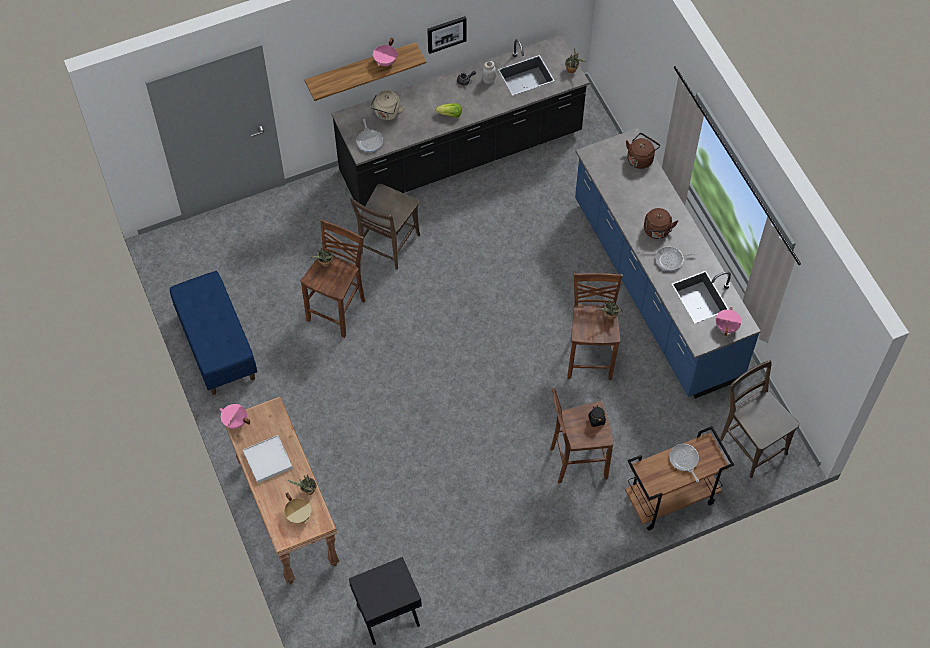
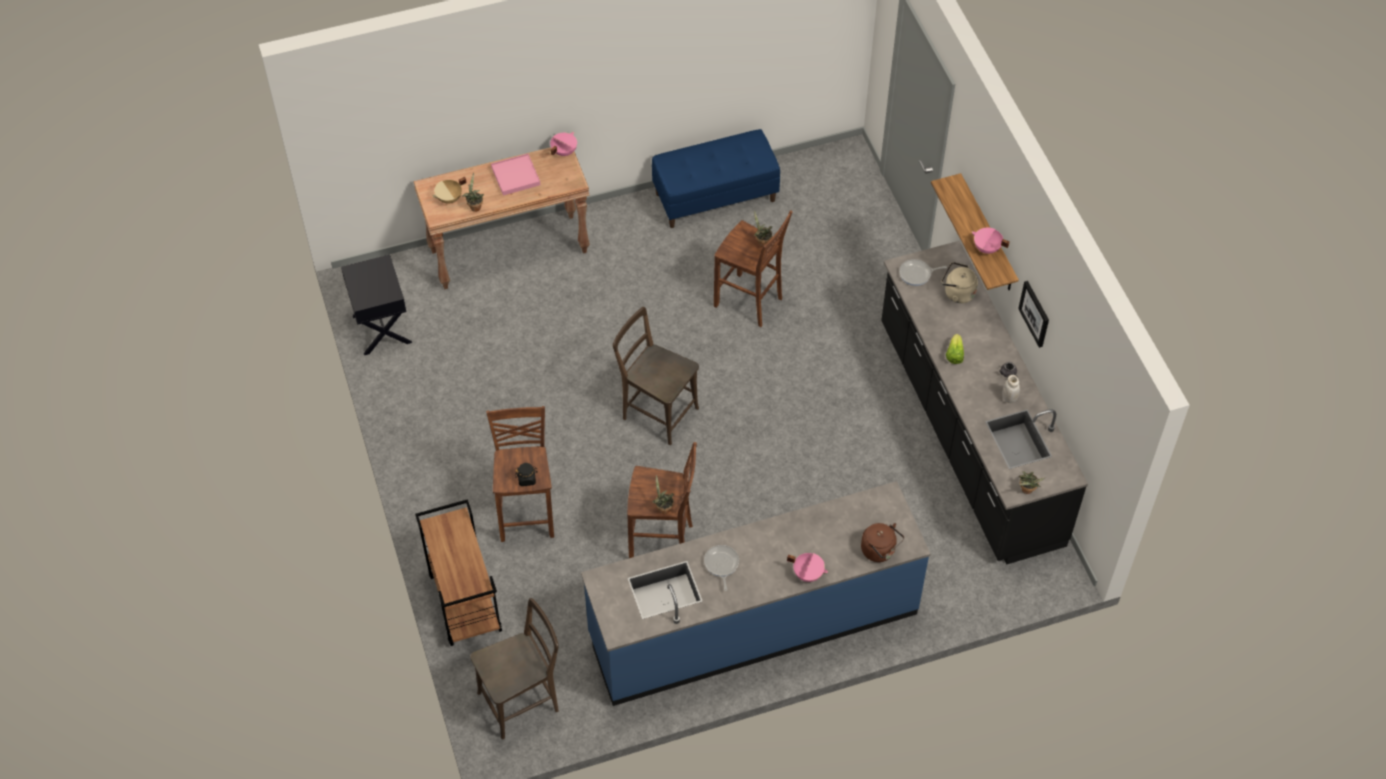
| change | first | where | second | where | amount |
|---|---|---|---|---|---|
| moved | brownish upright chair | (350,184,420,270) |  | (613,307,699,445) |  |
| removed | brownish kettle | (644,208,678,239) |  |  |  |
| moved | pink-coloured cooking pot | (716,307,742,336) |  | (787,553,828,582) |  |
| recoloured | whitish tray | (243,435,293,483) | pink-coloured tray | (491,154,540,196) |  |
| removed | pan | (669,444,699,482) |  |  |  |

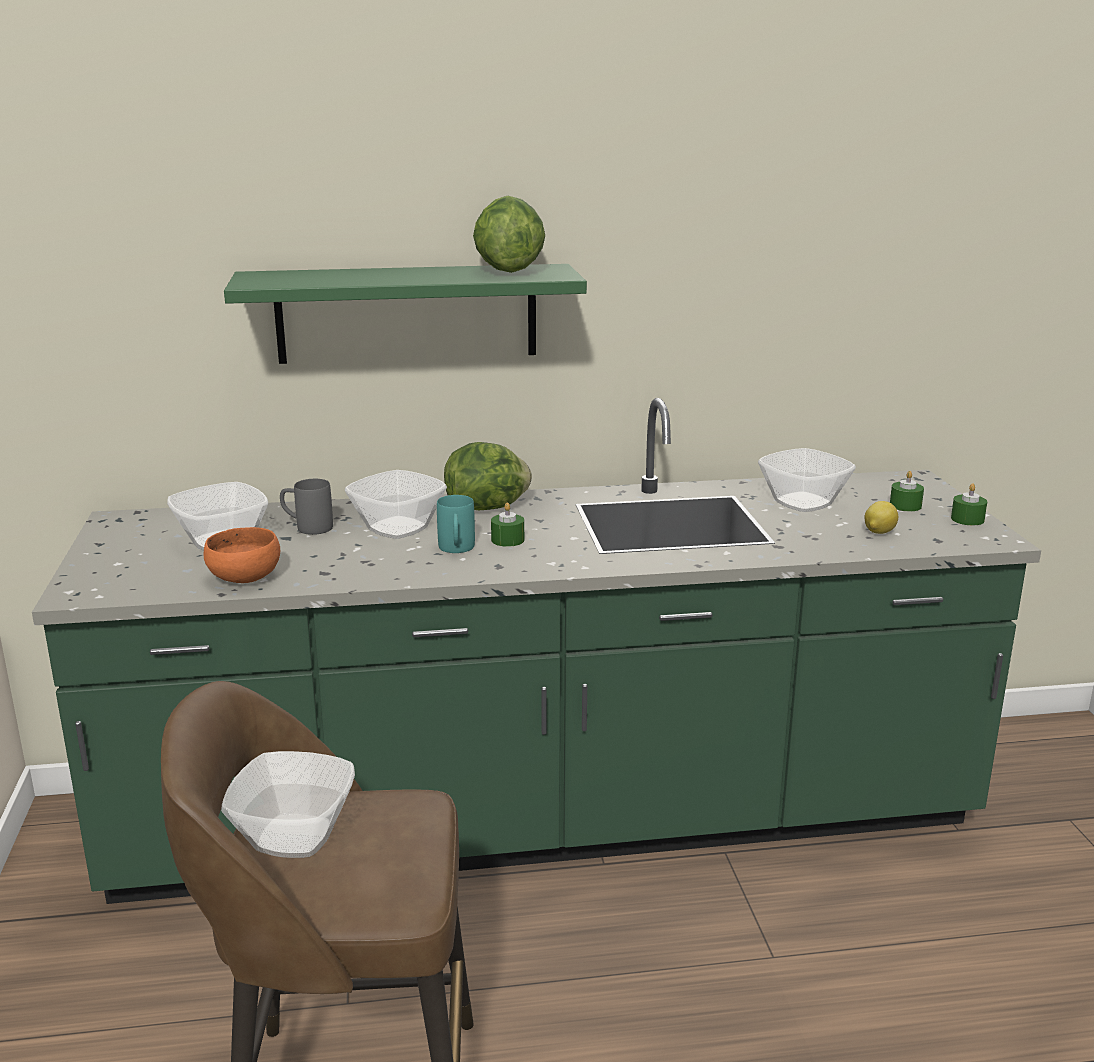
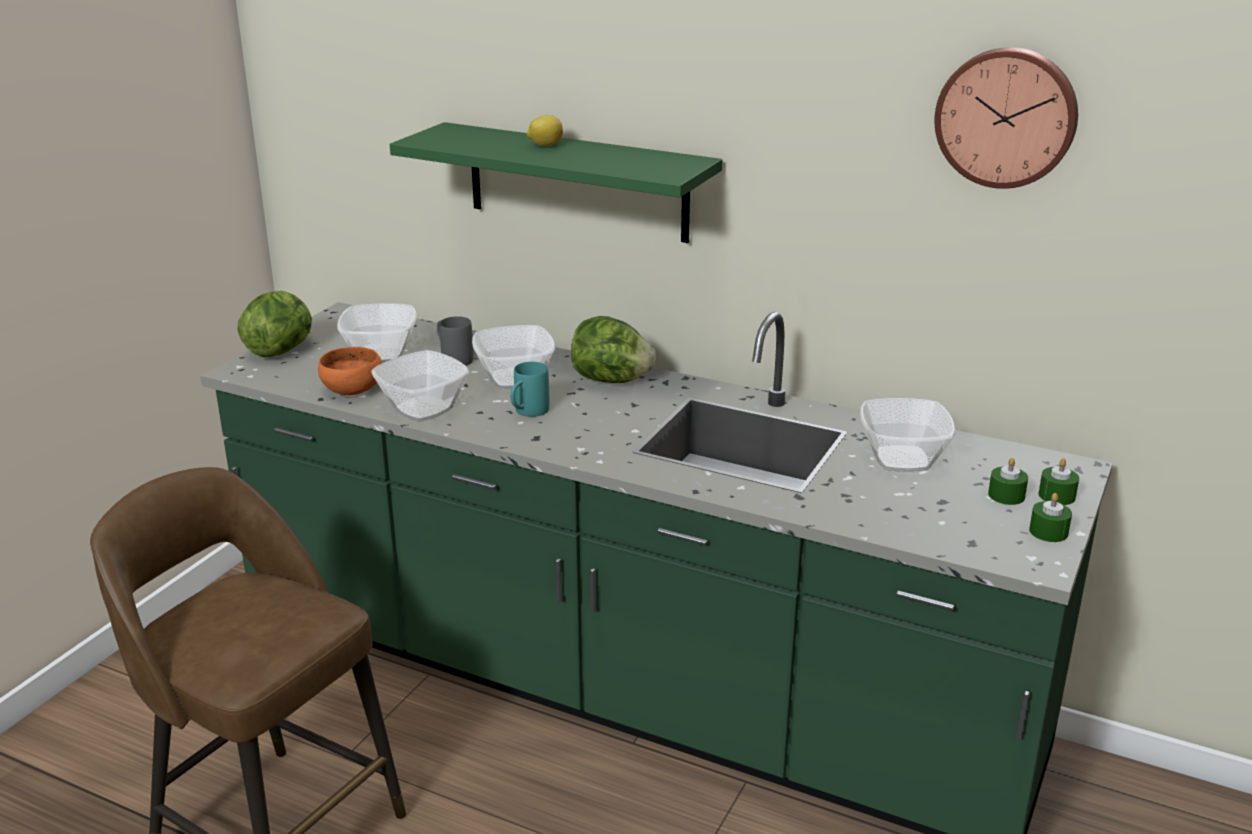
| change | first | where | second | where | amount |
|---|---|---|---|---|---|
| moved | lettuce head | (473,196,545,273) |  | (237,291,312,357) |  |
| moved | citrus fruit | (864,501,898,534) |  | (526,115,563,146) |  |
| moved | green-coloured wax light | (491,502,524,547) |  | (1038,458,1079,505) |  |
| moved | serving bowl | (221,751,355,858) |  | (371,350,469,421) |  |
| added |  |  | hanging clock | (935,47,1078,189) |  |

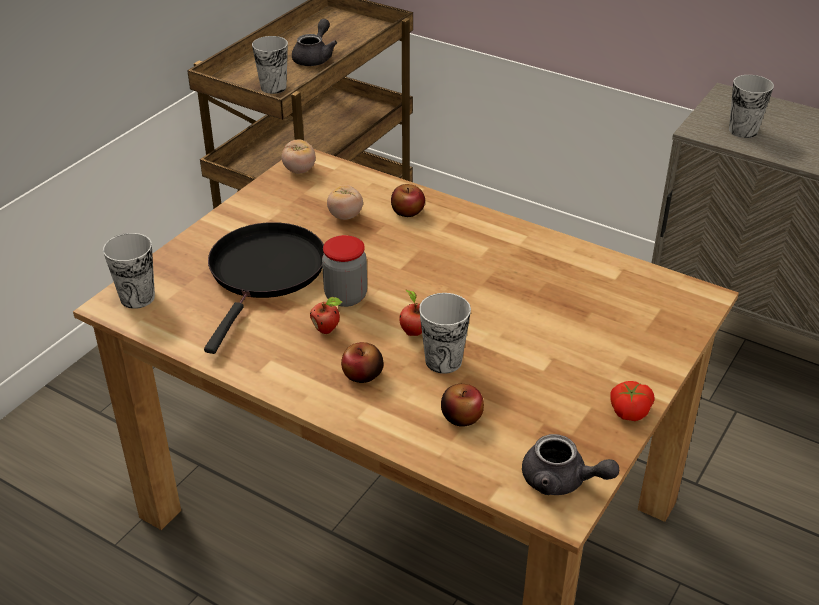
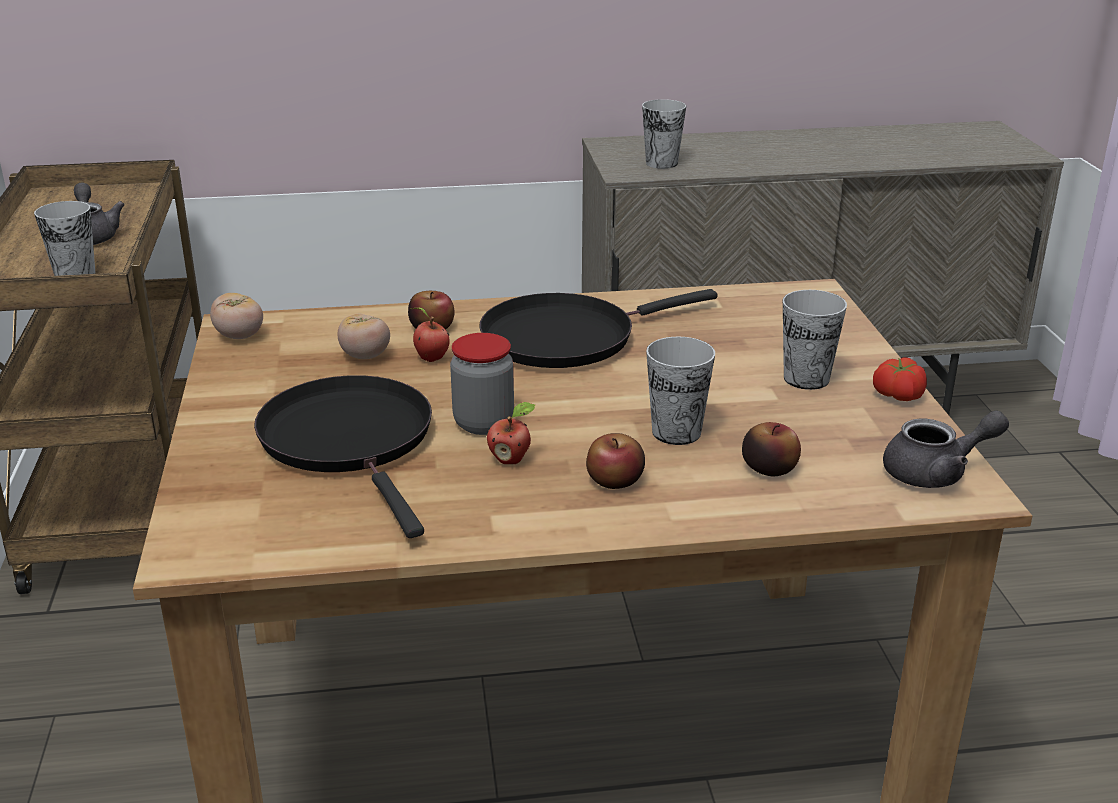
| change | first | where | second | where | amount |
|---|---|---|---|---|---|
| moved | small cup | (103,233,155,309) |  | (783,290,847,390) |  |
| moved | apple fruit | (399,290,422,336) |  | (409,308,450,362) |  |
| added |  |  | black-coloured pan | (479,289,717,368) |  |

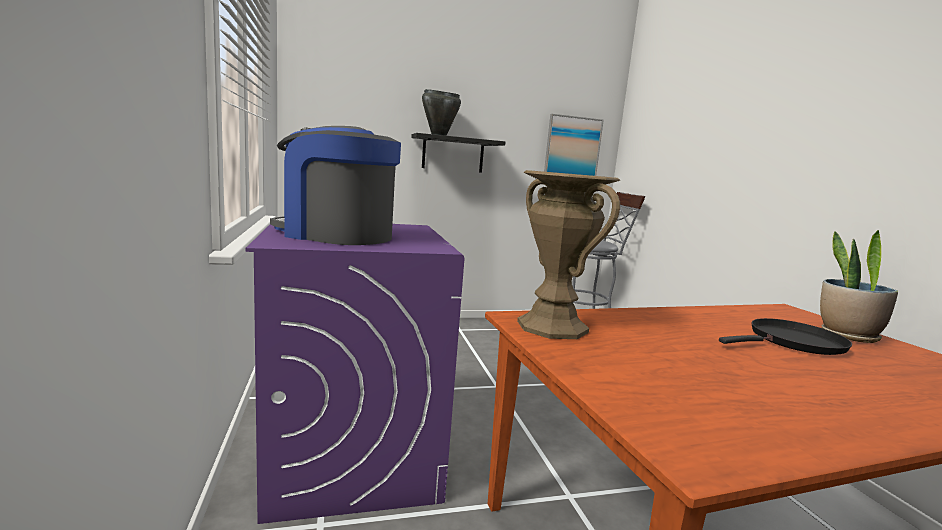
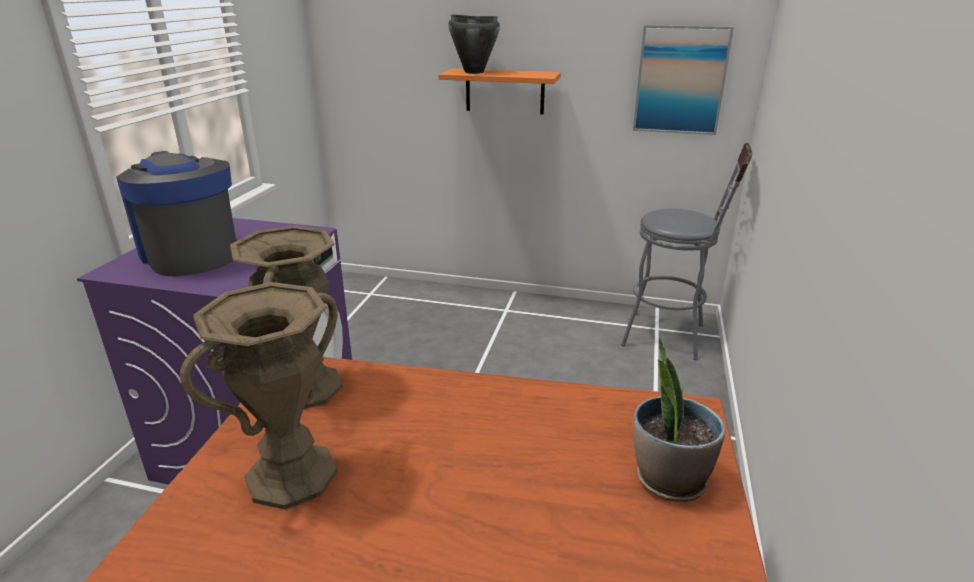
| change | first | where | second | where | amount |
|---|---|---|---|---|---|
| recoloured | black-coloured wall shelf | (411,133,506,173) | orange wall shelf | (438,69,561,115) |  |
| removed | black-coloured pan | (719,318,852,355) |  |  |  |
| added |  |  | brownish decorative vase | (180,282,338,510) |  |

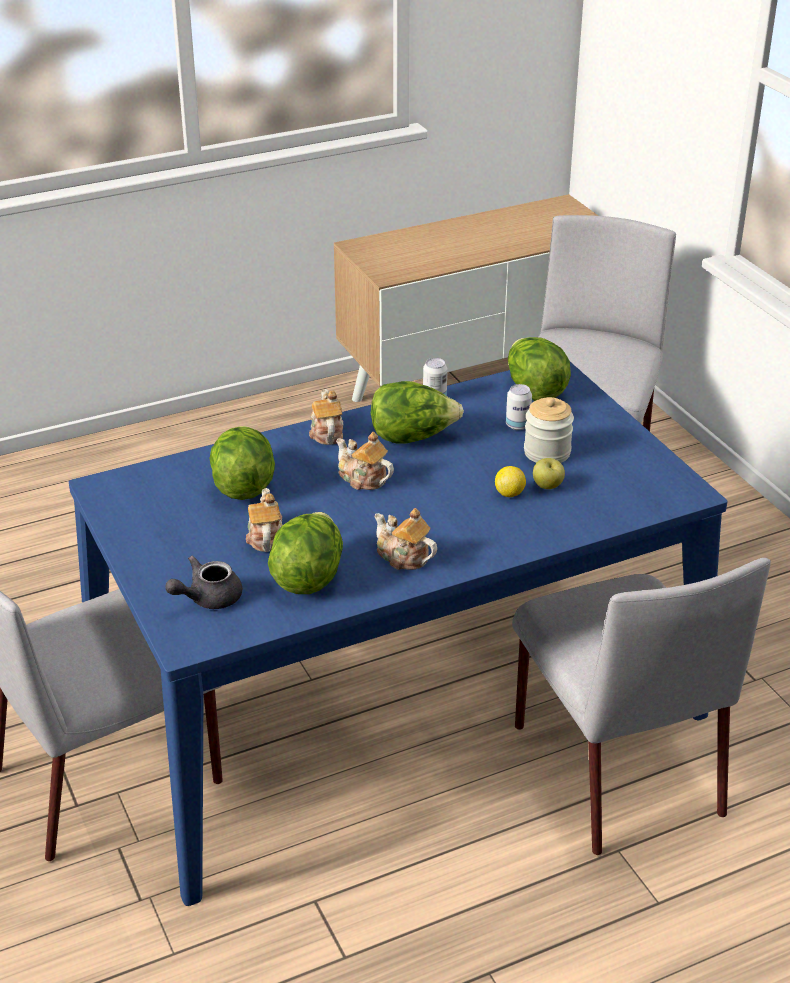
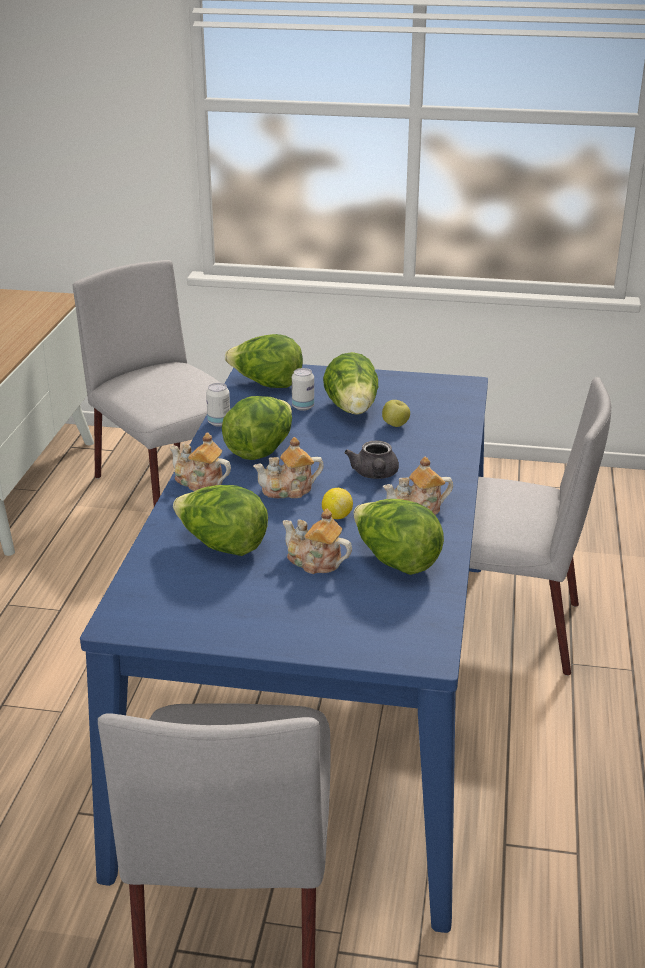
| change | first | where | second | where | amount |
|---|---|---|---|---|---|
| replaced | storage jar | (524,397,574,463) | lettuce head | (323,352,378,415) |  |
| moved | citrus fruit | (495,466,526,497) |  | (322,488,353,519) |  |
| moved | grey pot for tea | (165,556,242,609) |  | (344,440,399,479) |  |

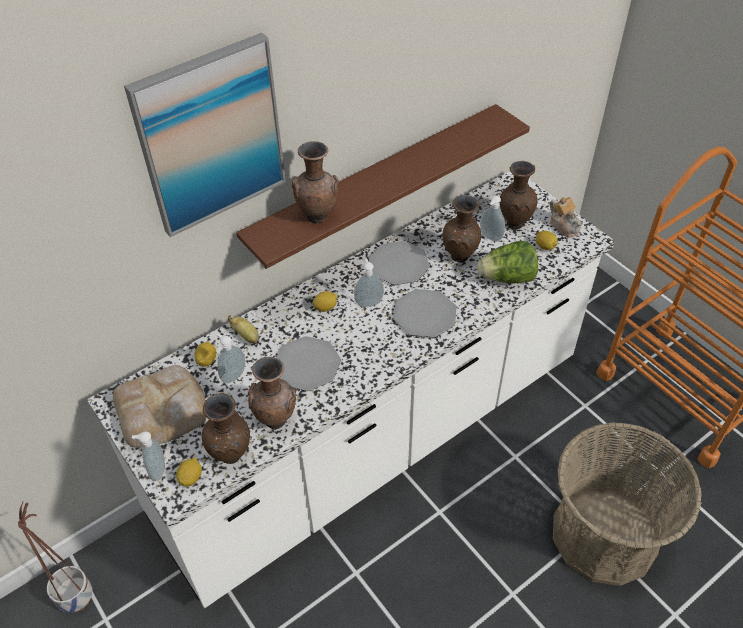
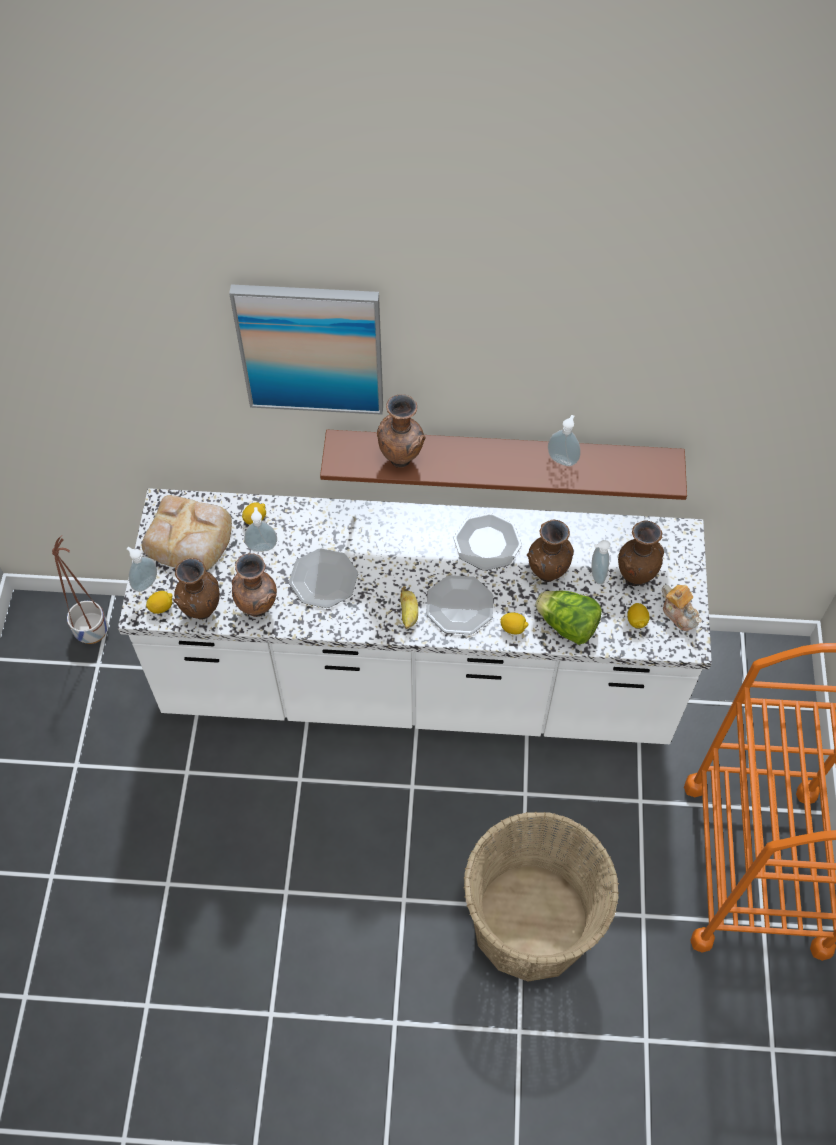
| change | first | where | second | where | amount |
|---|---|---|---|---|---|
| turned | pot for tea | (549,197,583,238) |  | (662,585,702,631) | 45 degrees counterclockwise |
| moved | soap dispenser | (354,259,384,307) |  | (548,415,581,466) |  |
| moved | citrus fruit | (313,291,337,312) |  | (500,613,528,634) |  |
| moved | banana | (228,315,259,343) |  | (400,586,418,629) |  |

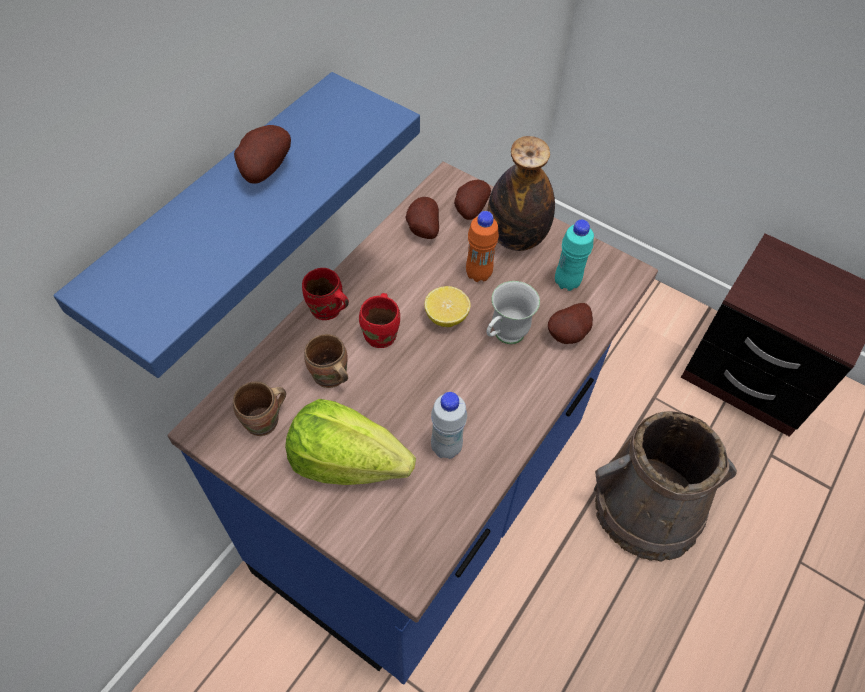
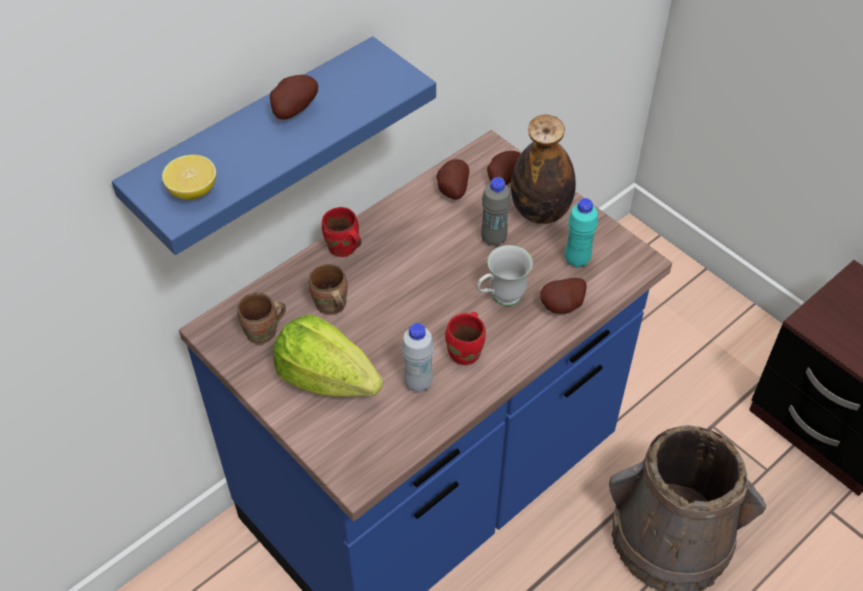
| change | first | where | second | where | amount |
|---|---|---|---|---|---|
| recoloured | orange beverage bottle | (466,211,499,282) | grey beverage bottle | (481,177,511,246) |  |
| moved | citrus fruit | (425,286,471,327) |  | (162,155,216,200) |  |
| moved | red coffee mug | (359,293,400,348) |  | (445,312,486,365) |  |

